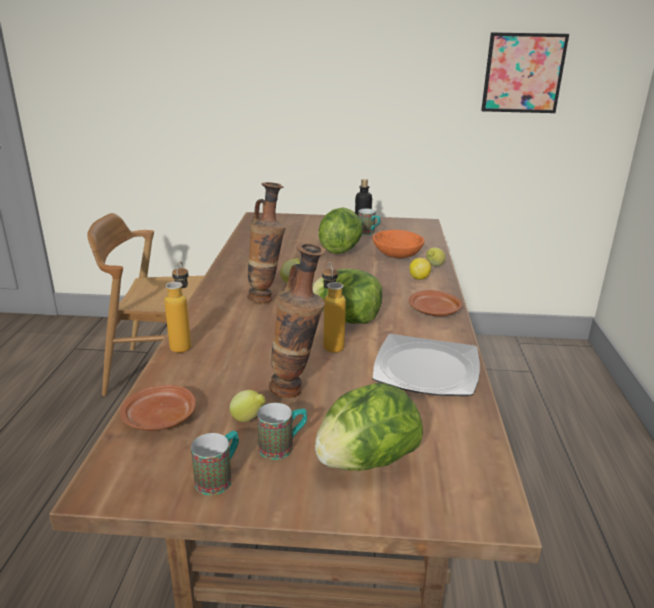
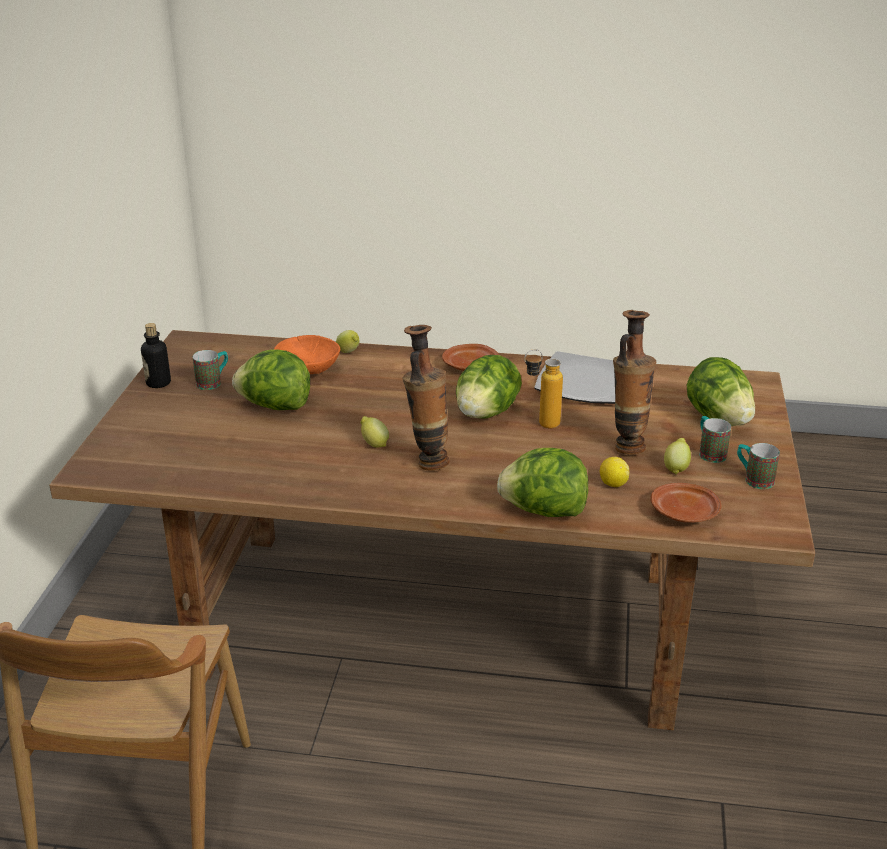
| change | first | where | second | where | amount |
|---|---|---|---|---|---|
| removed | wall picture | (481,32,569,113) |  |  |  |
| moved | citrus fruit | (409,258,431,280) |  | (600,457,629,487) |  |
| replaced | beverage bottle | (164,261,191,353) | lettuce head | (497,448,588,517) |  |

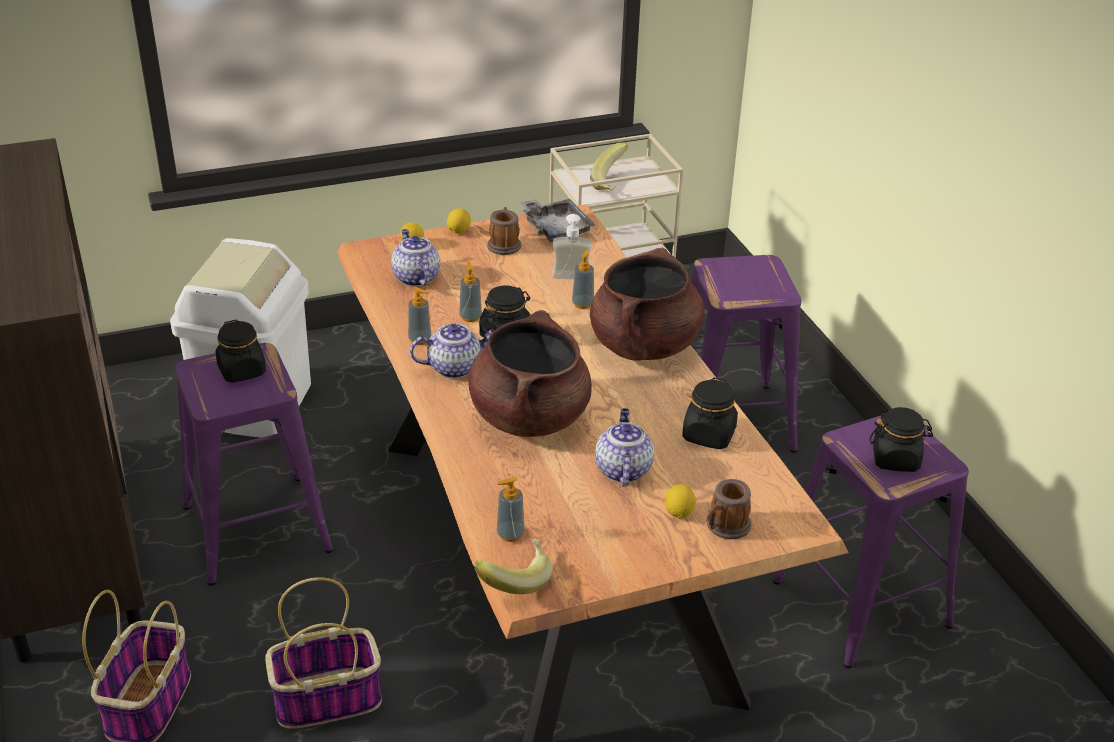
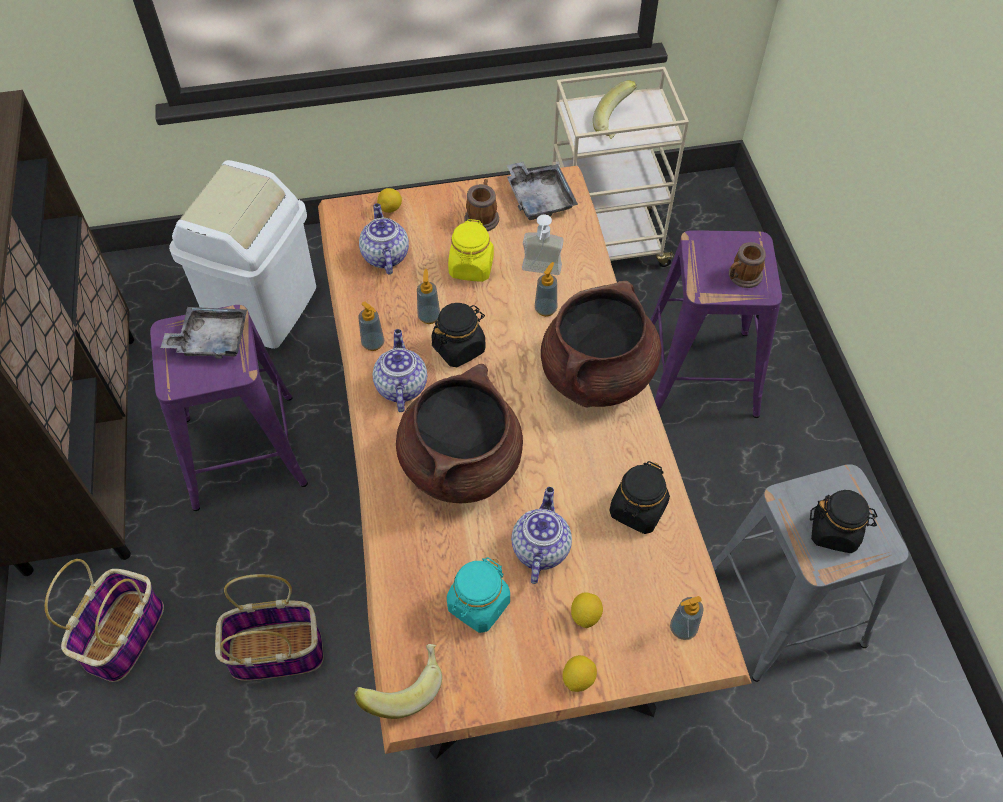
| change | first | where | second | where | amount |
|---|---|---|---|---|---|
| moved | citrus fruit | (447,208,471,234) |  | (563,655,597,692) |  |
| replaced | black-coloured storage jar | (215,320,266,383) | grey tray | (161,307,247,359) |  |
| turned | pot for tea | (410,323,494,378) |  | (373,329,427,412) | 90 degrees counterclockwise |
| recoloured | purple-coloured stool | (773,414,969,668) | grey stool | (712,464,908,682) |  |
| moved | soap dispenser | (497,476,525,542) |  | (670,596,704,640) |  |
| moved | coffee mug | (707,479,752,539) |  | (729,242,766,288) |  |
| added |  |  | yellowish storage jar | (448,219,494,282) |  |
| added |  |  | turquoise-coloured storage jar | (447,557,510,633) |  |

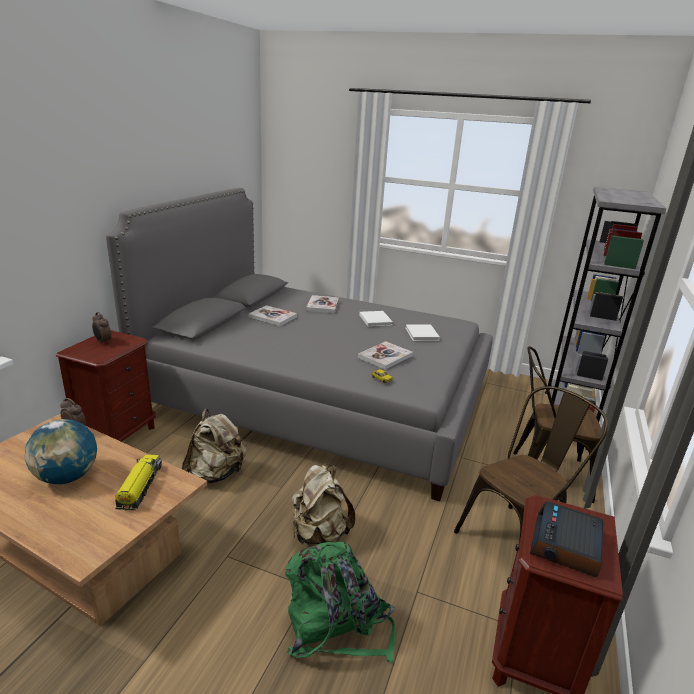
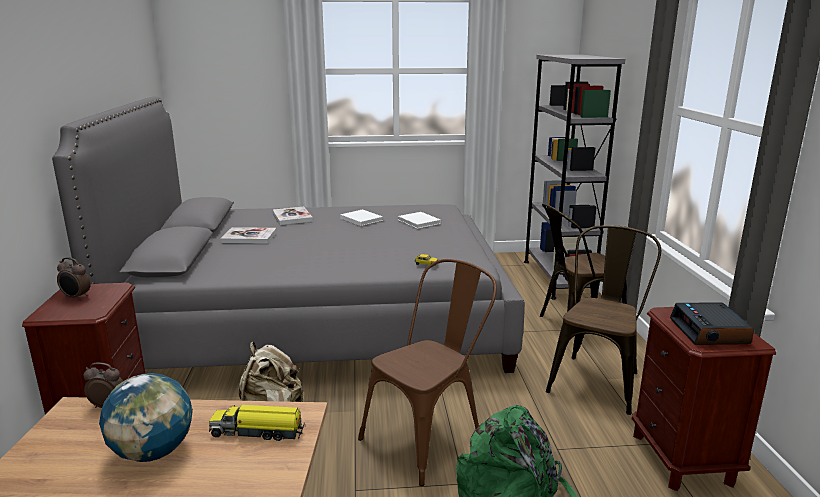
| change | first | where | second | where | amount |
|---|---|---|---|---|---|
| removed | volume | (358,341,413,370) |  |  |  |
| turned | toy truck | (115,454,162,511) |  | (209,404,306,441) | 60 degrees counterclockwise |
| replaced | sand-coloured rucksack | (292,465,355,545) | brownish upright chair | (358,259,497,486) |  |

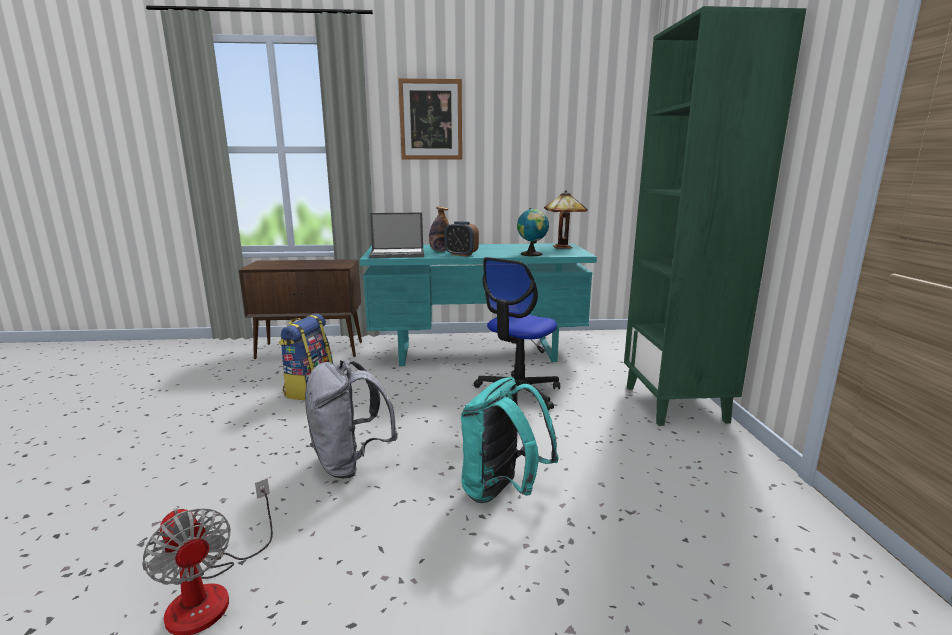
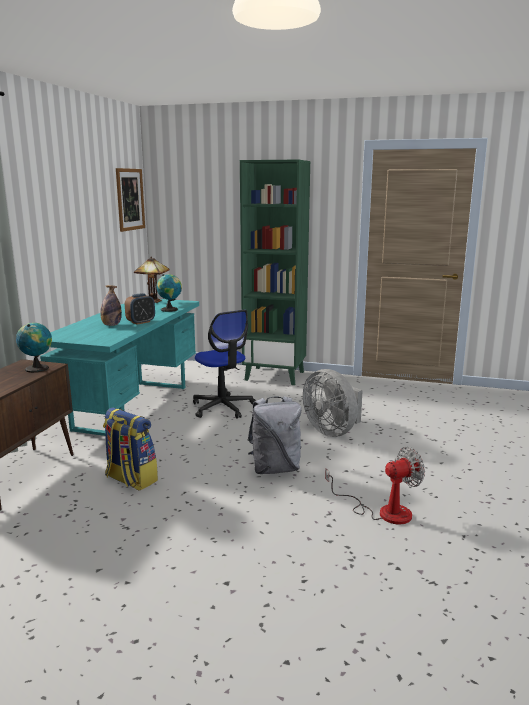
| change | first | where | second | where | amount |
|---|---|---|---|---|---|
| moved | wall picture | (398,78,462,160) |  | (116,168,145,232) |  |
| removed | laptop | (369,212,424,258) |  |  |  |
| replaced | turquoise-coloured rucksack | (461,377,559,503) | grey fan | (303,369,363,437) |  |
| added |  |  | globe | (16,323,52,373) |  |

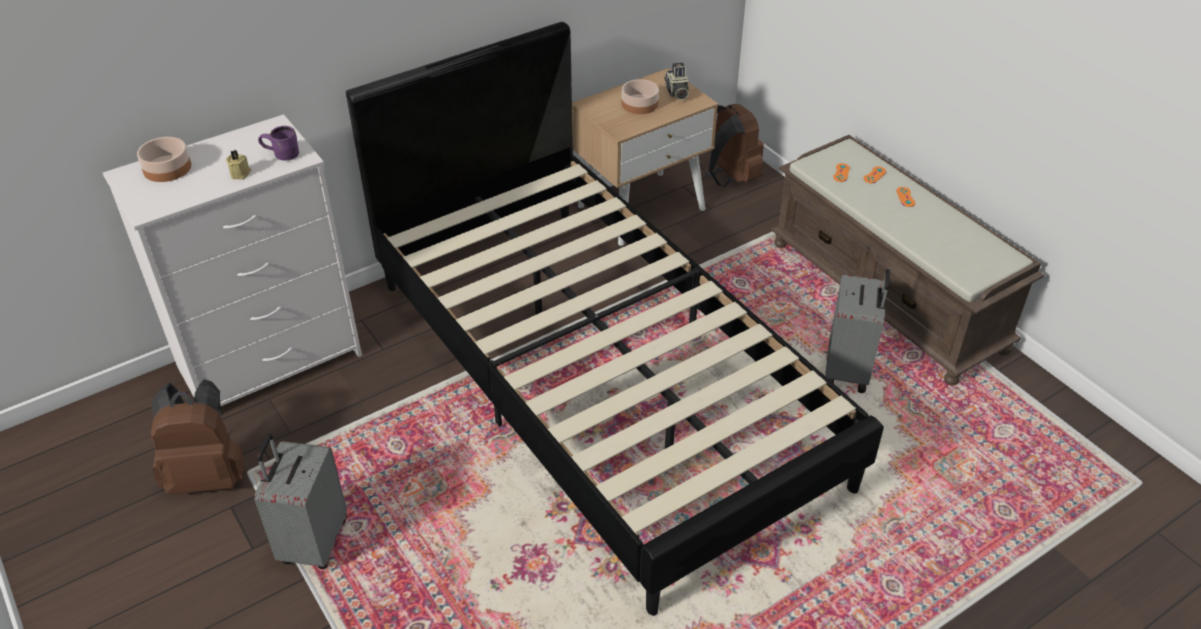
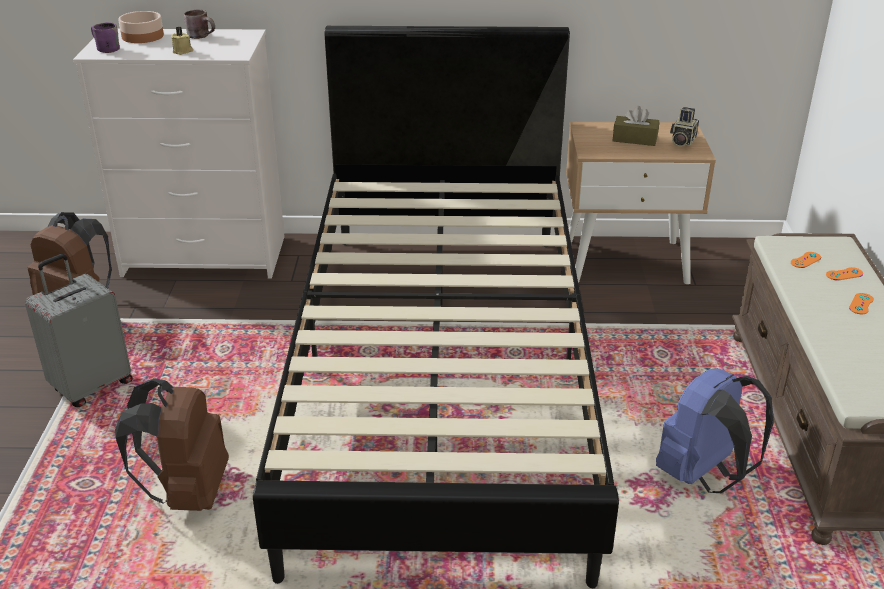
| change | first | where | second | where | amount |
|---|---|---|---|---|---|
| replaced | serving bowl | (622,79,659,114) | brownish box of tissues | (613,106,659,146) |  |
| moved | brownish rucksack | (698,104,764,187) |  | (115,378,229,511) |  |
| moved | purple-coloured coffee mug | (258,126,299,161) |  | (91,22,120,53) |  |
| replaced | grey suitcase | (825,269,890,393) | blue rucksack | (656,368,774,493) |  |
| added |  |  | brownish coffee mug | (184,9,215,39) |  |

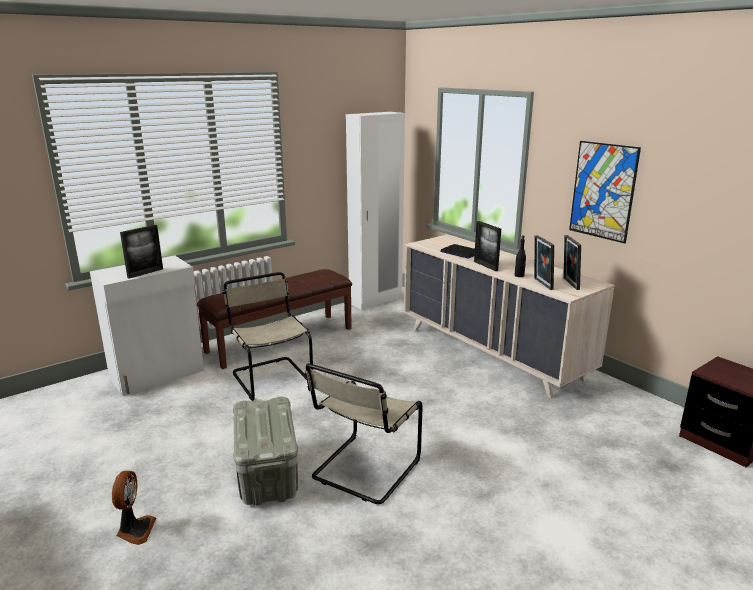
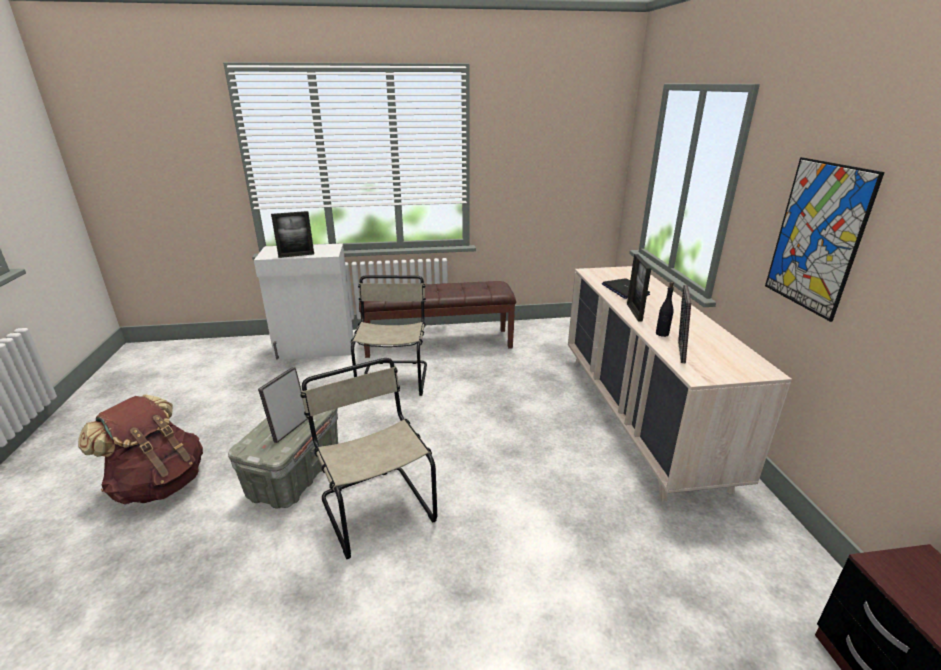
| change | first | where | second | where | amount |
|---|---|---|---|---|---|
| removed | whitish wardrobe | (346,112,405,310) |  |  |  |
| moved | standing frame | (564,235,581,290) |  | (258,367,308,443) |  |
| turned | sand-coloured upright chair | (305,364,423,504) |  | (300,358,437,559) | 90 degrees clockwise |
| replaced | fan | (112,471,156,545) | brownish rucksack | (78,395,203,505) |  |

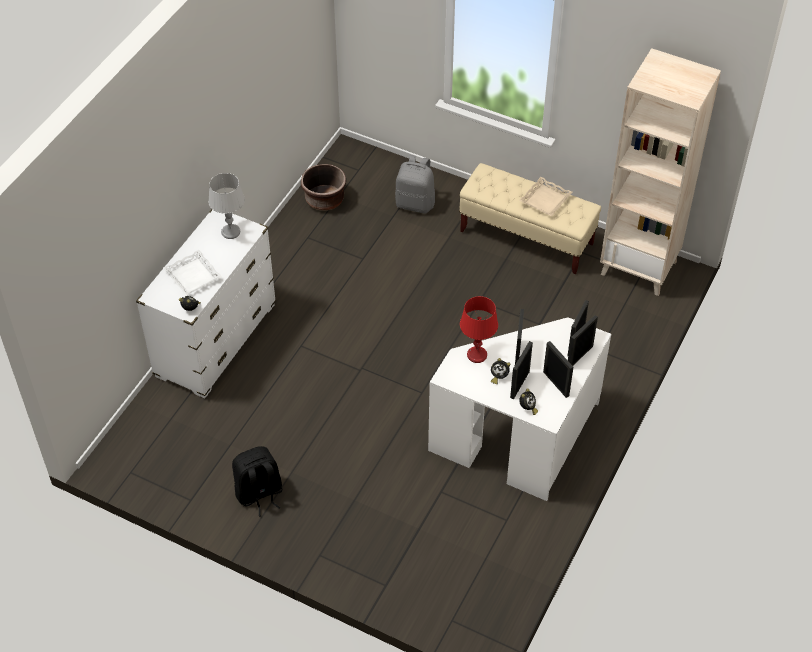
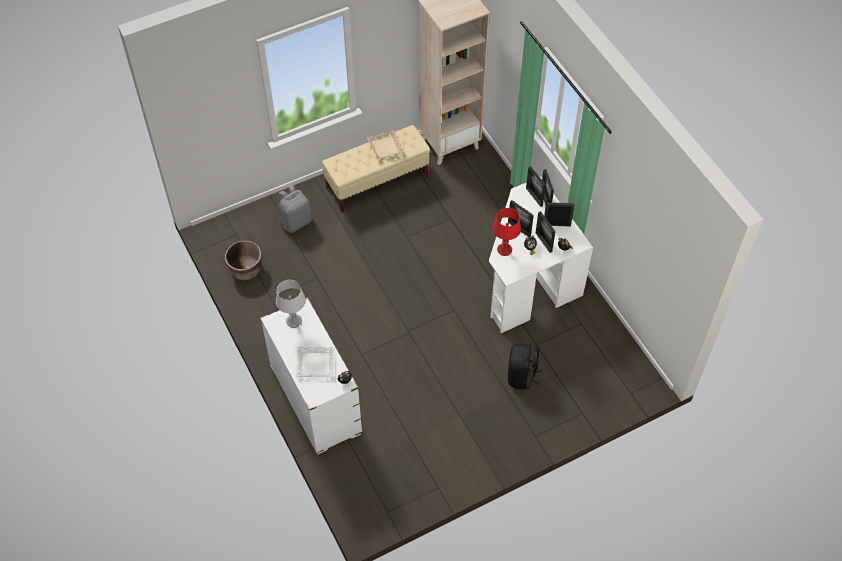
| change | first | where | second | where | amount |
|---|---|---|---|---|---|
| moved | black-coloured rucksack | (232,446,283,517) |  | (508,344,542,390) |  |

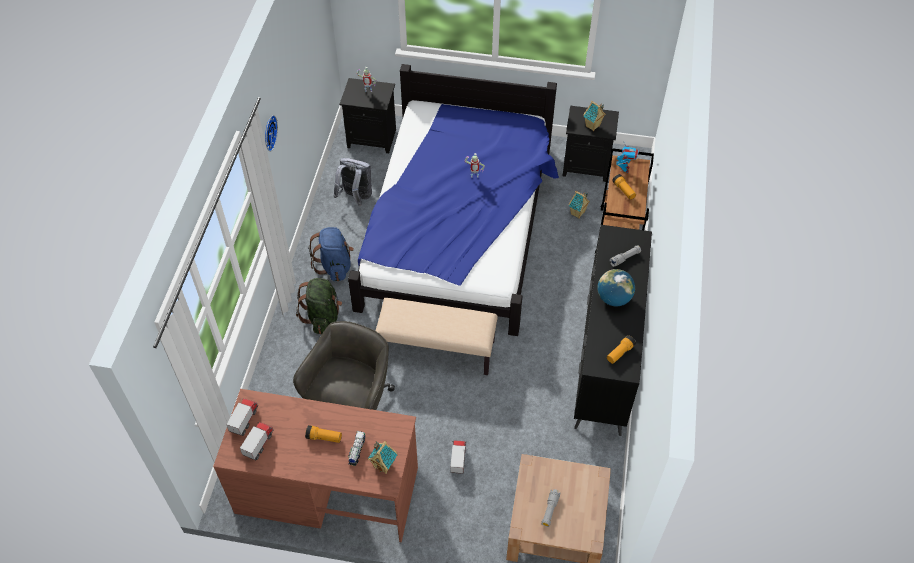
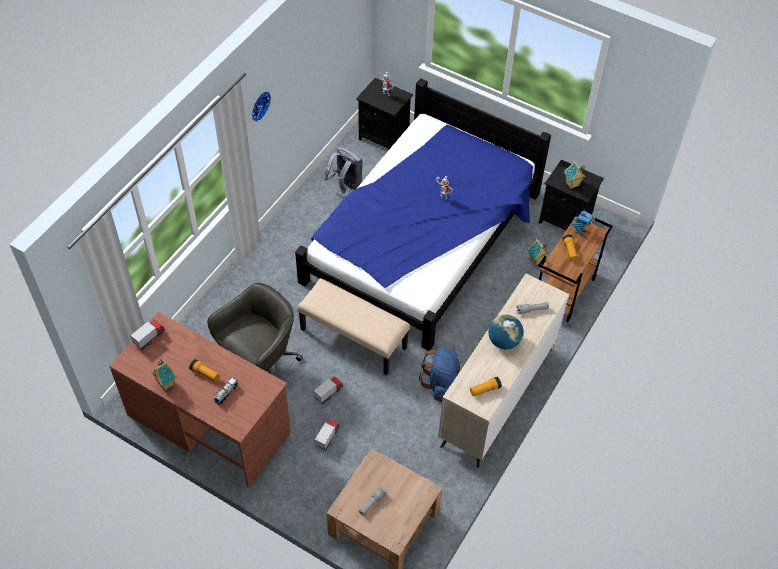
| change | first | where | second | where | amount |
|---|---|---|---|---|---|
| recoloured | black-coloured dresser | (574,225,652,436) | sand-coloured dresser | (438,274,570,468) |  |
| moved | blue rucksack | (309,227,354,281) |  | (419,348,461,402) |  |
| removed | green-coloured rucksack | (296,278,342,334) |  |  |  |
| moved | toy truck | (240,422,274,460) |  | (313,376,343,404) |  |
| moved | model house | (368,441,397,474) |  | (151,359,177,391) |  |

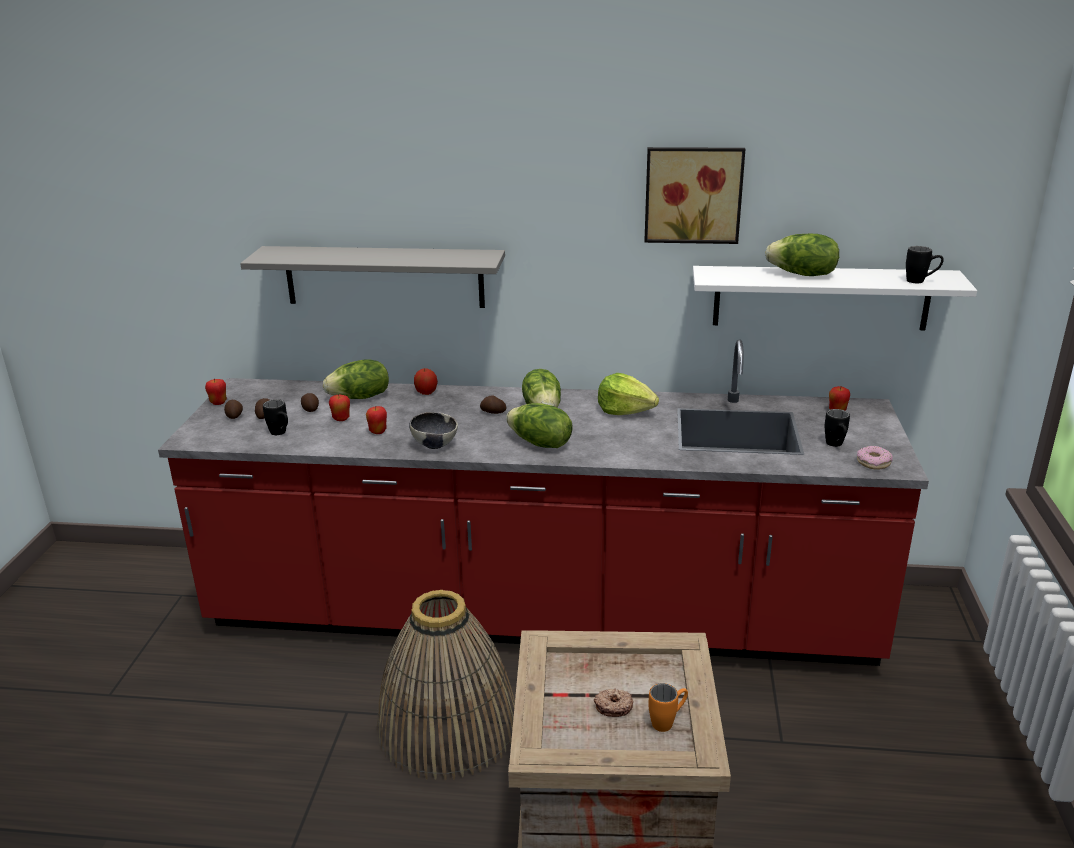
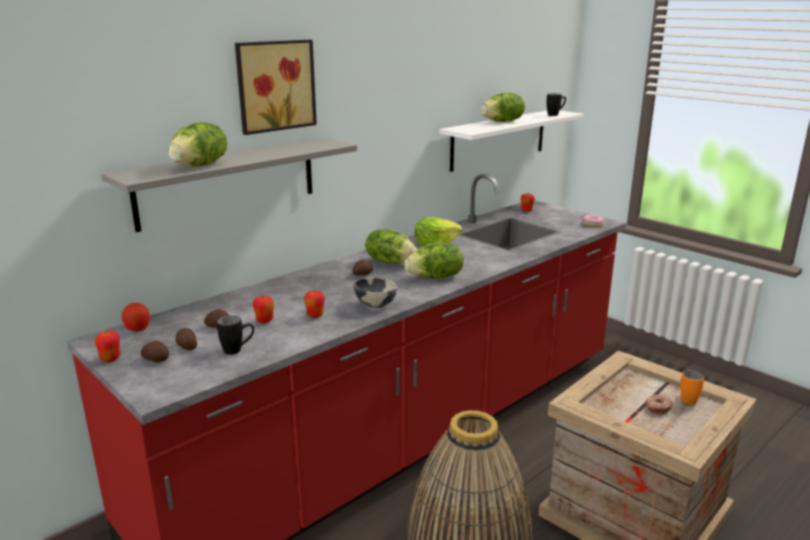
| change | first | where | second | where | amount |
|---|---|---|---|---|---|
| moved | wall picture | (644,147,745,244) |  | (235,40,317,135) |  |
| moved | lettuce head | (323,360,389,399) |  | (169,122,227,167) |  |
| moved | apple fruit | (414,368,438,395) |  | (122,303,150,332) |  |
| removed | black-coloured coffee mug | (825,409,850,447) |  |  |  |

